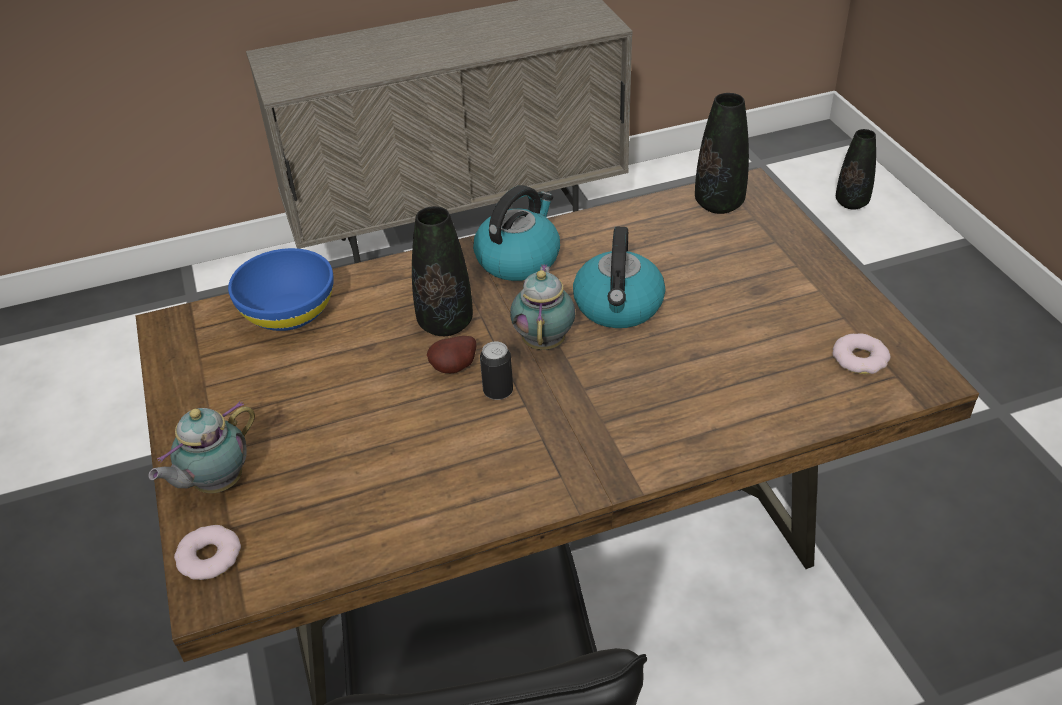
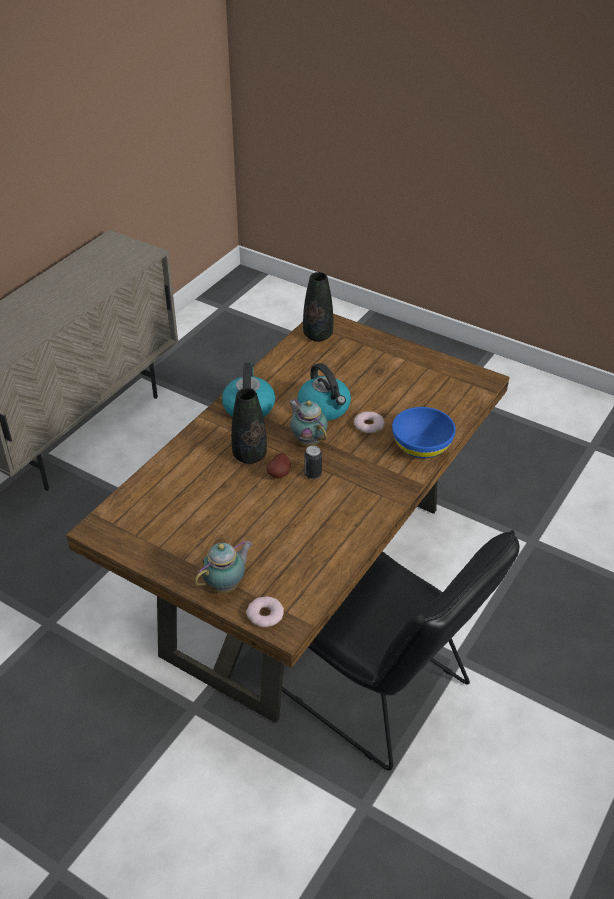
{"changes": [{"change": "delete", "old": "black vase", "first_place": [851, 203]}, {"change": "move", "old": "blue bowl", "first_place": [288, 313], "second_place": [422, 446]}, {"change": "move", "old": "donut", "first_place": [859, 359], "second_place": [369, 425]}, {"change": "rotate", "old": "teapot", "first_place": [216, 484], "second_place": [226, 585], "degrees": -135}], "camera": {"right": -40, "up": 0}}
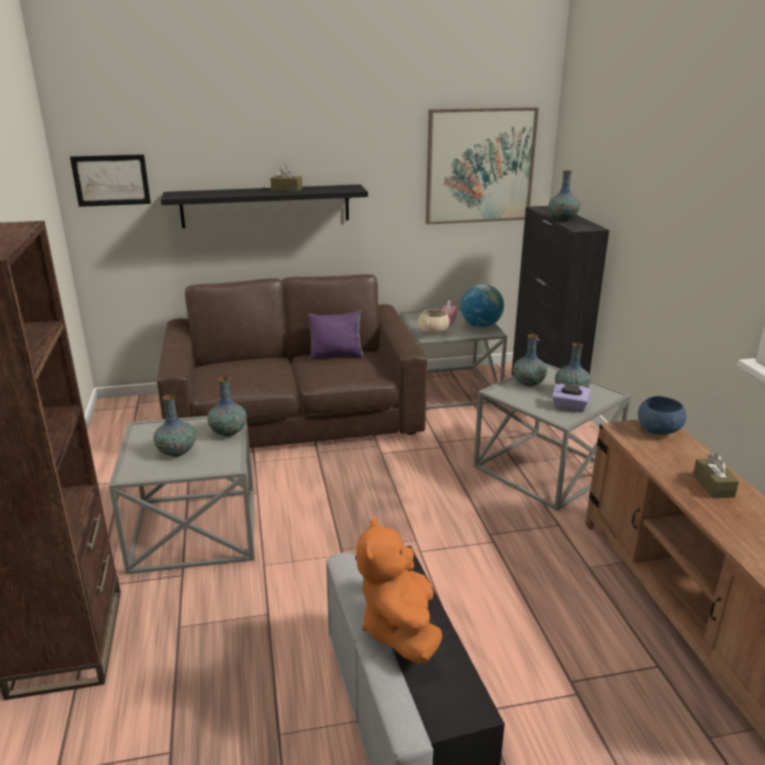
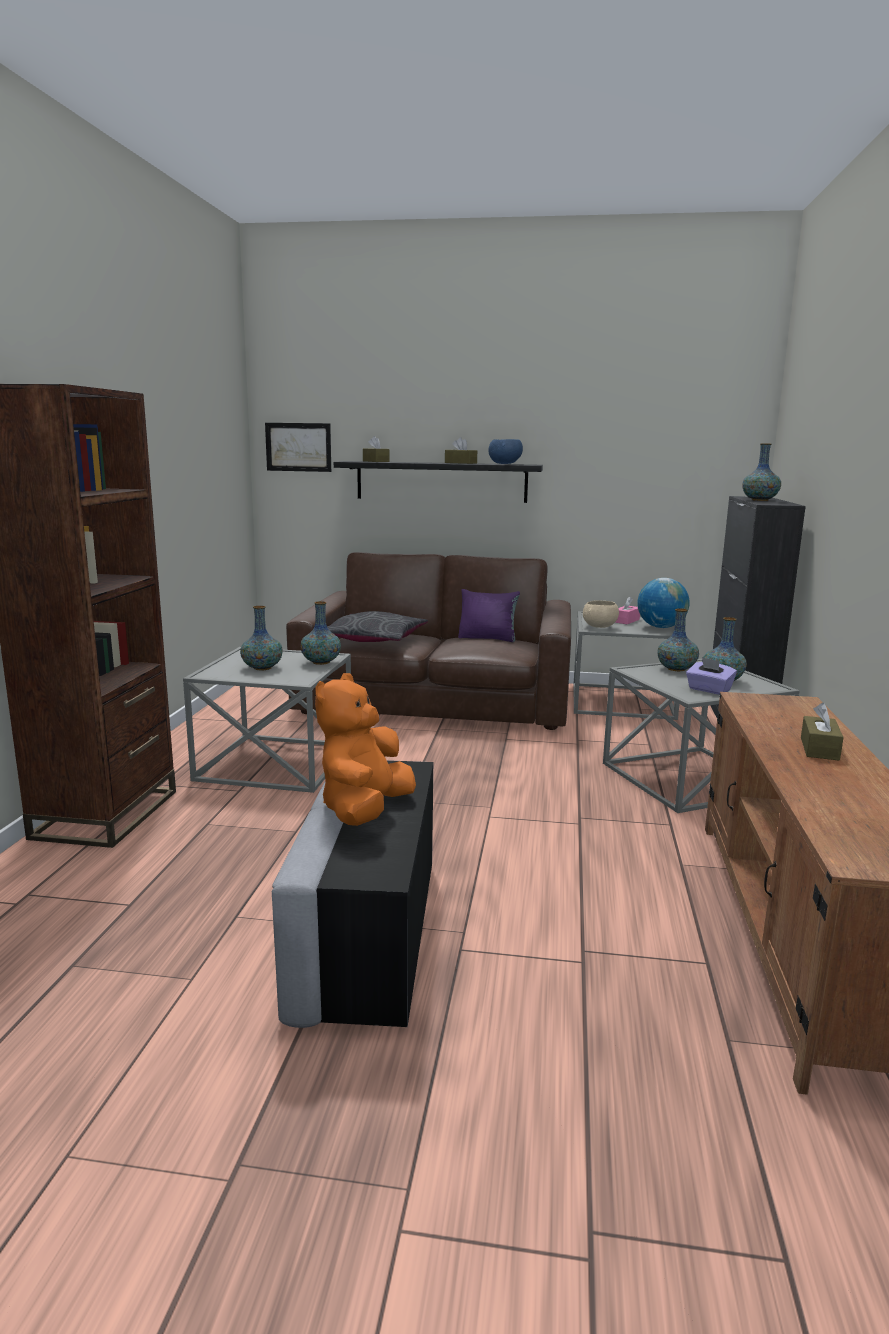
{"changes": [{"change": "delete", "old": "picture", "first_place": [480, 166]}, {"change": "move", "old": "blue bowl", "first_place": [659, 431], "second_place": [505, 464]}, {"change": "insert", "new": "brown tissue box", "second_place": [376, 461]}, {"change": "insert", "new": "grey pillow", "second_place": [373, 639]}], "camera": {"right": 20, "up": -10}}
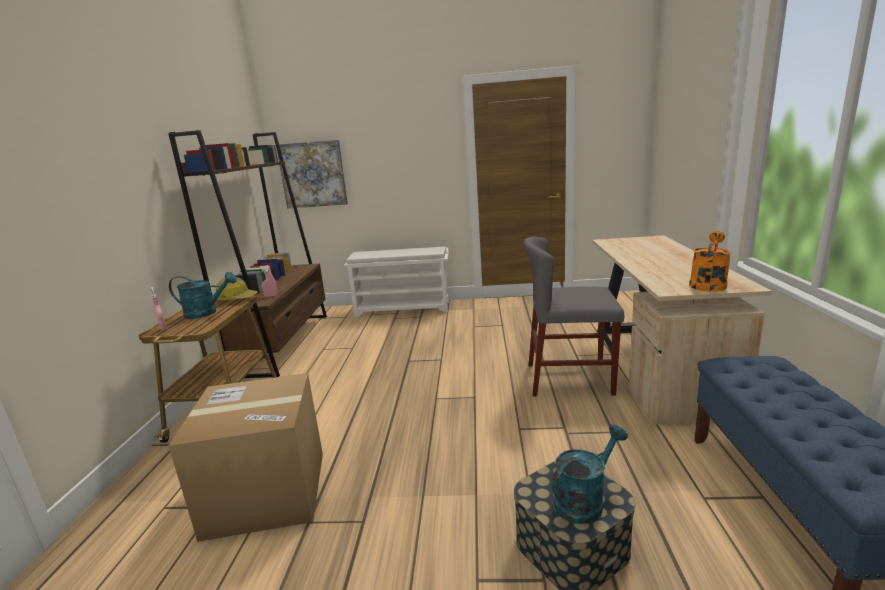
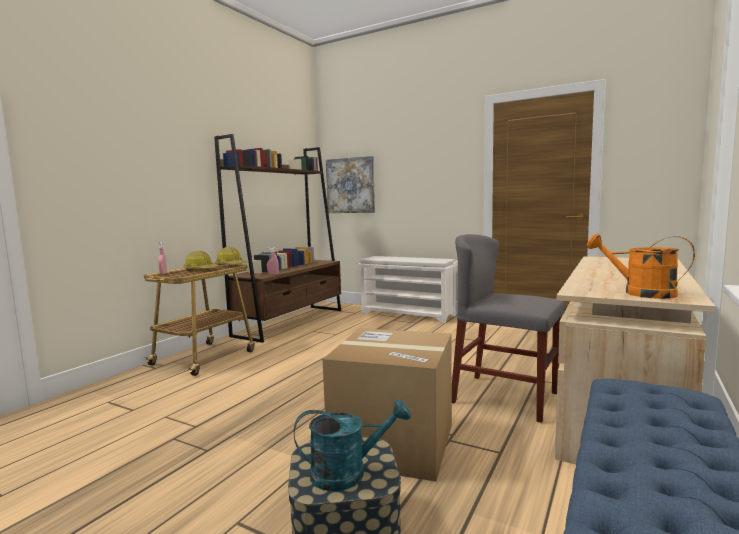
{"changes": [{"change": "rotate", "old": "orange watering can", "first_place": [708, 283], "second_place": [640, 293], "degrees": -105}, {"change": "replace", "old": "turquoise watering can", "new": "hard hat", "first_place": [206, 313], "second_place": [201, 270]}, {"change": "move", "old": "cardboard box", "first_place": [267, 492], "second_place": [394, 443]}], "camera": {"right": 25, "up": -10}}
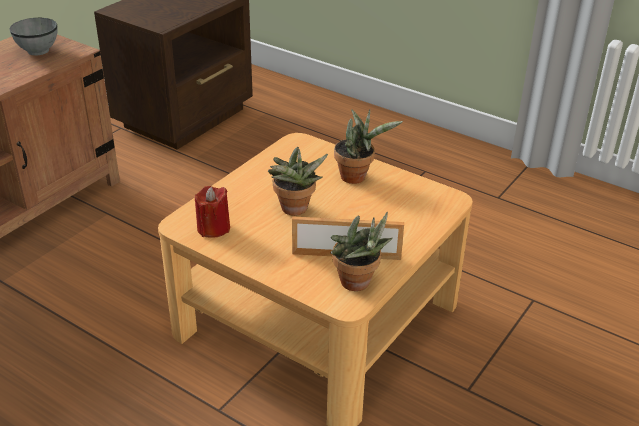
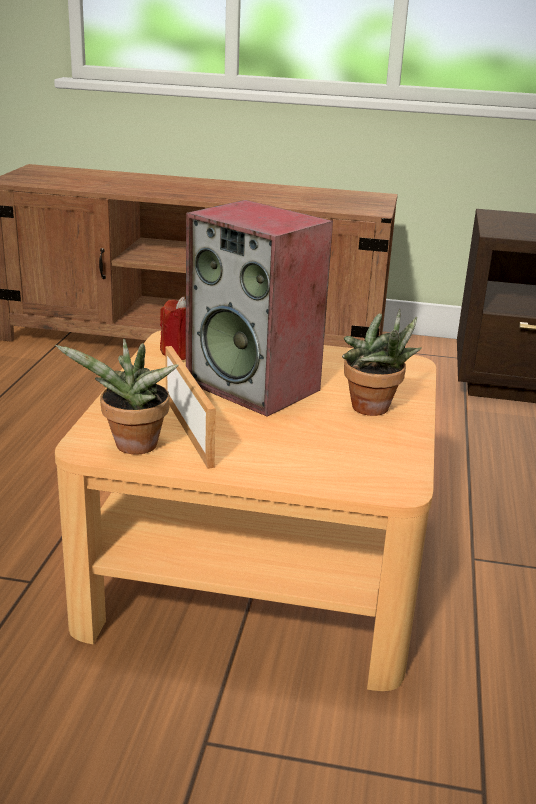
{"changes": [{"change": "delete", "old": "grey bowl", "first_place": [37, 51]}, {"change": "replace", "old": "potted plant", "new": "speaker", "first_place": [294, 211], "second_place": [255, 386]}], "camera": {"right": 65, "up": -10}}
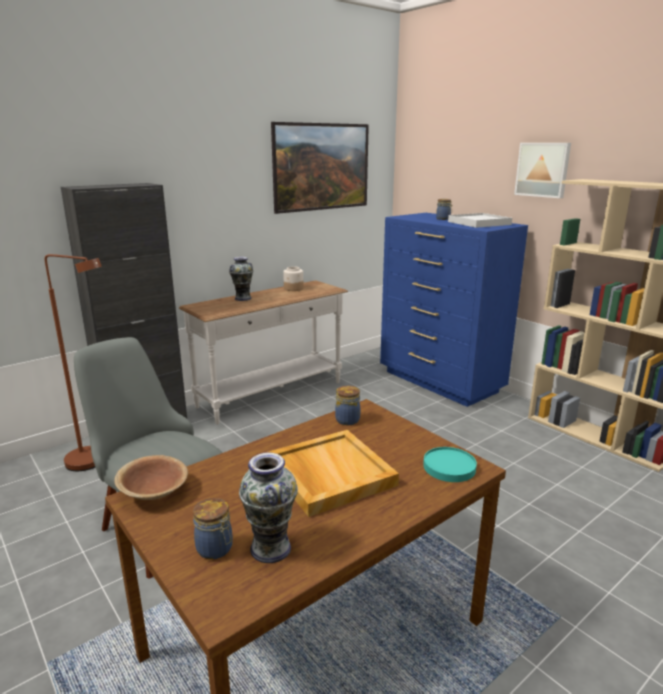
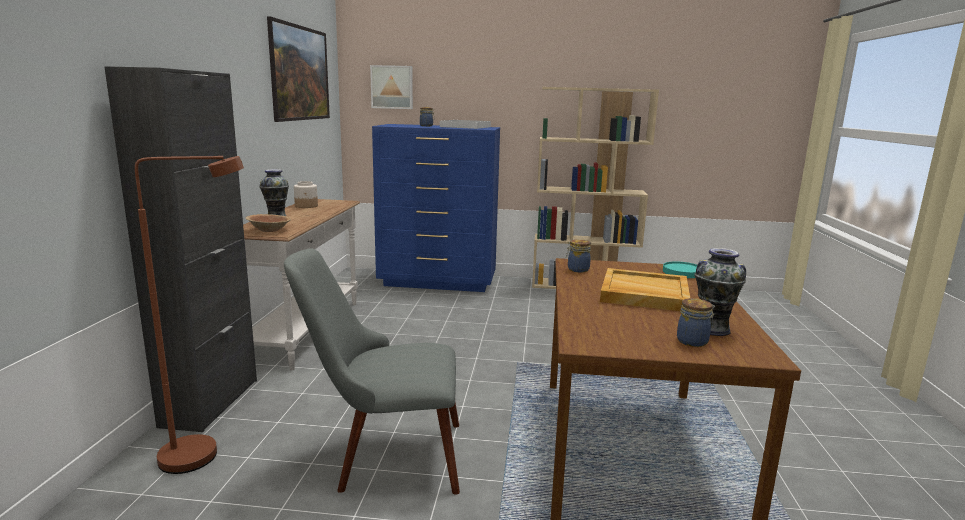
{"changes": [{"change": "move", "old": "picture", "first_place": [543, 169], "second_place": [392, 87]}, {"change": "move", "old": "brown bowl", "first_place": [154, 492], "second_place": [269, 230]}], "camera": {"right": -45, "up": -5}}
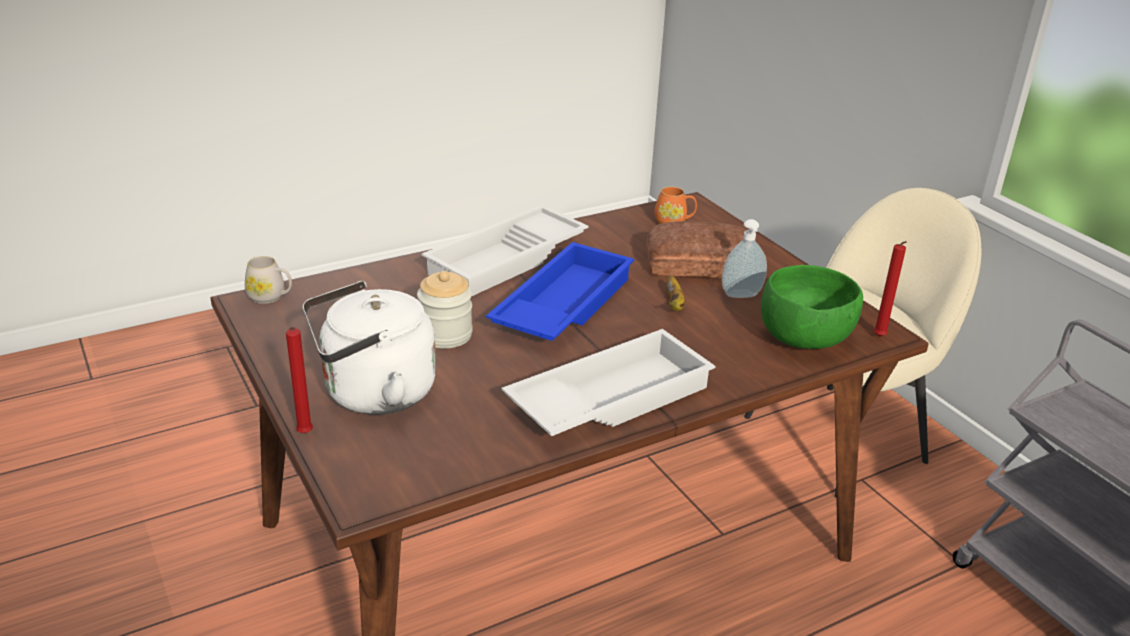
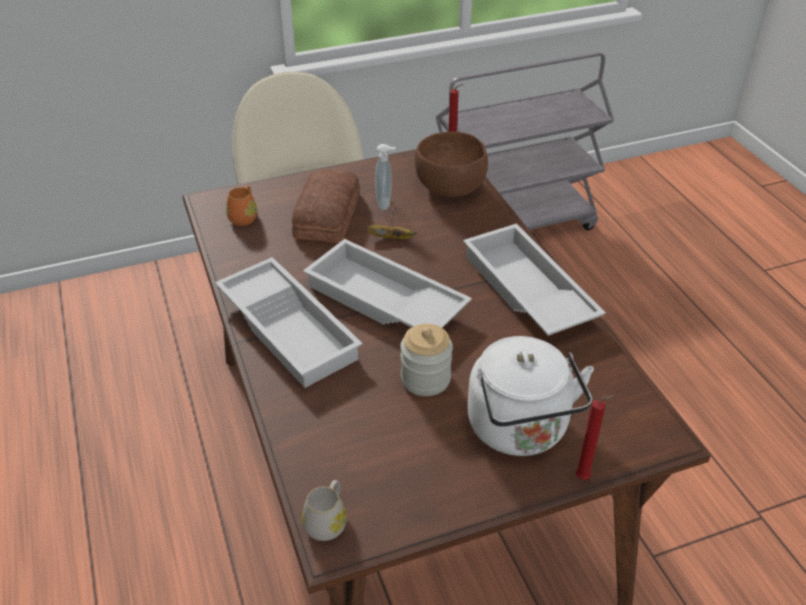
{"changes": [{"change": "recolor", "old": "blue tray", "new": "white tray", "first_place": [561, 305], "second_place": [383, 301]}, {"change": "recolor", "old": "green bowl", "new": "brown bowl", "first_place": [803, 338], "second_place": [450, 187]}], "camera": {"right": -80, "up": 10}}
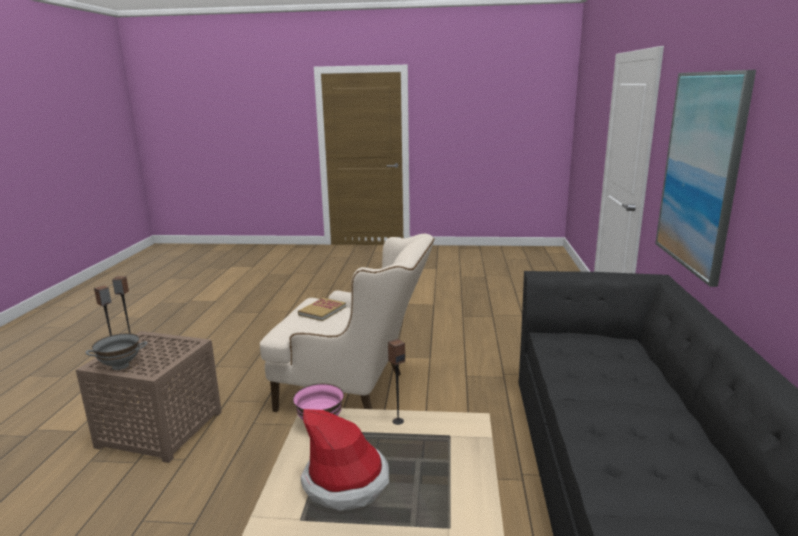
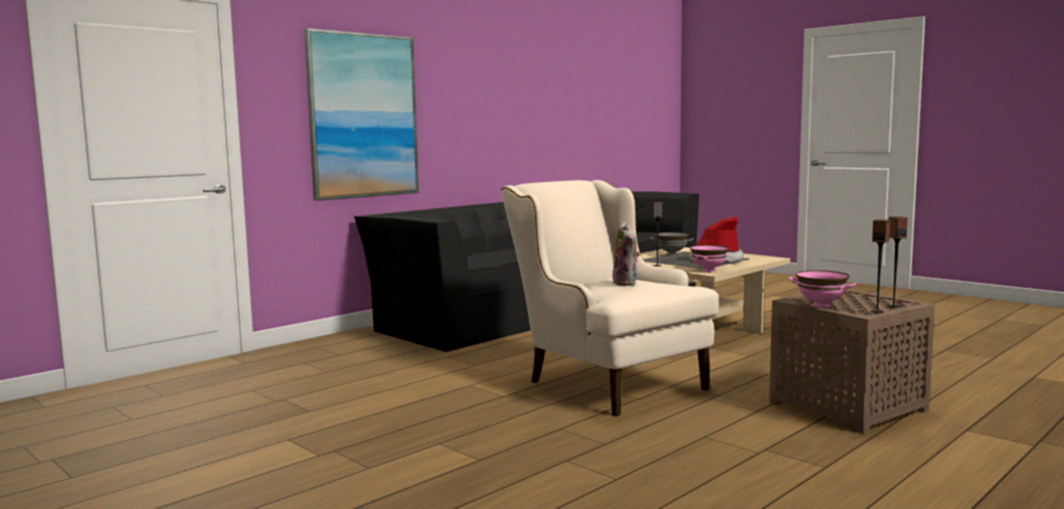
{"changes": [{"change": "replace", "old": "book", "new": "plush toy", "first_place": [322, 311], "second_place": [627, 283]}, {"change": "move", "old": "grey bowl", "first_place": [120, 366], "second_place": [671, 254]}, {"change": "insert", "new": "pink bowl", "second_place": [821, 305]}], "camera": {"right": -140, "up": -10}}
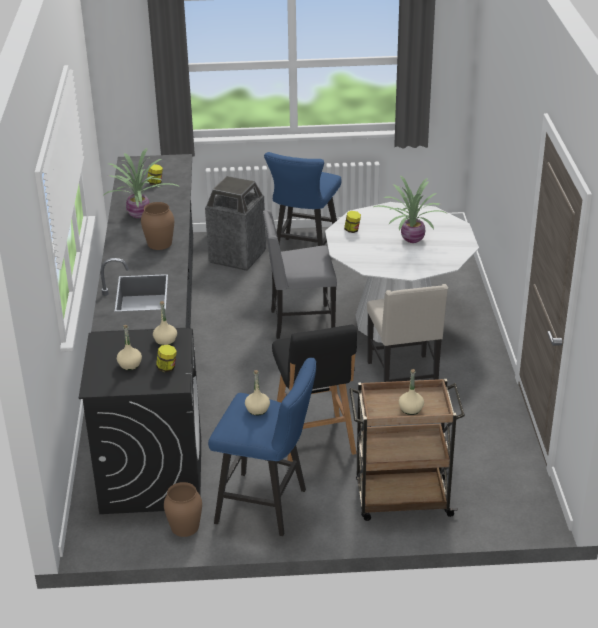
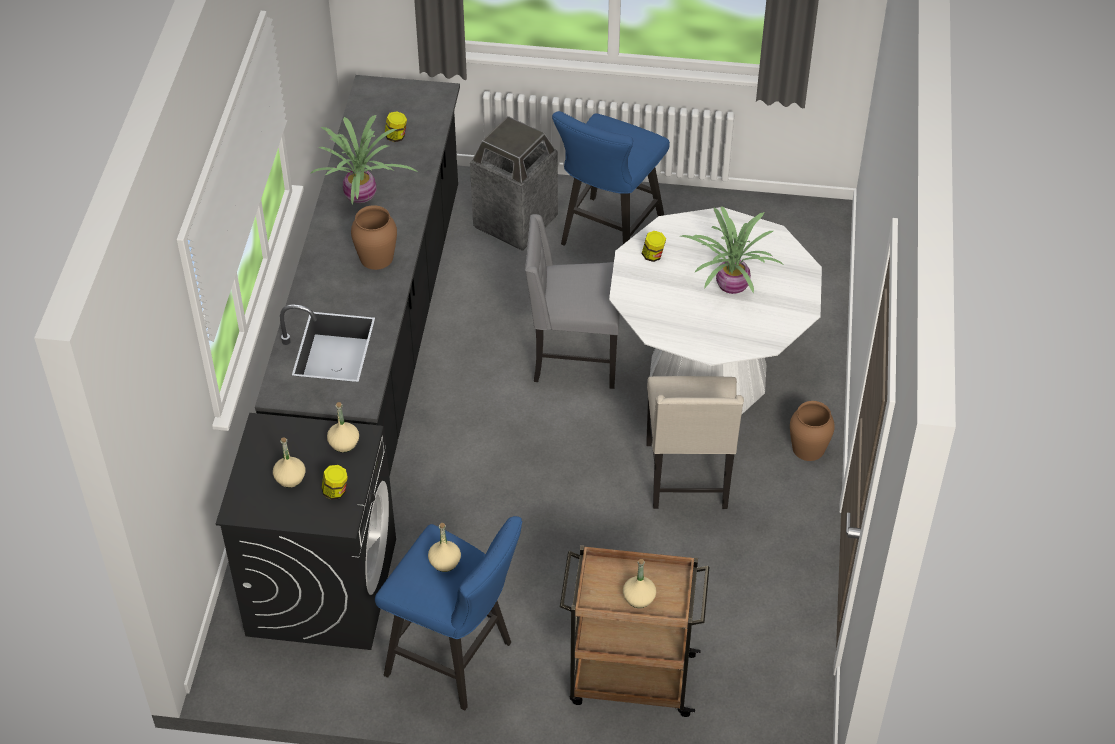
{"changes": [{"change": "delete", "old": "black stool", "first_place": [314, 442]}, {"change": "move", "old": "brown vase", "first_place": [184, 526], "second_place": [808, 448]}], "camera": {"right": 10, "up": 15}}
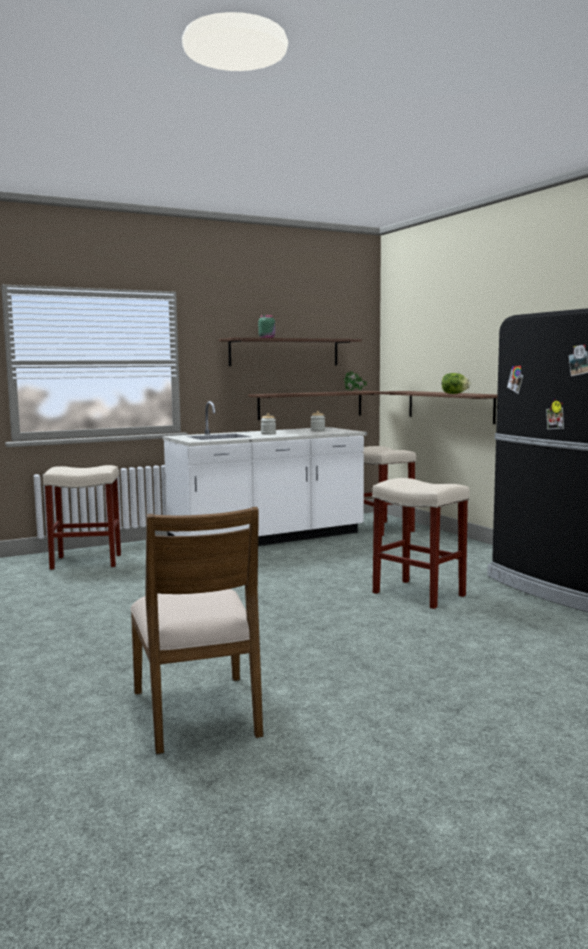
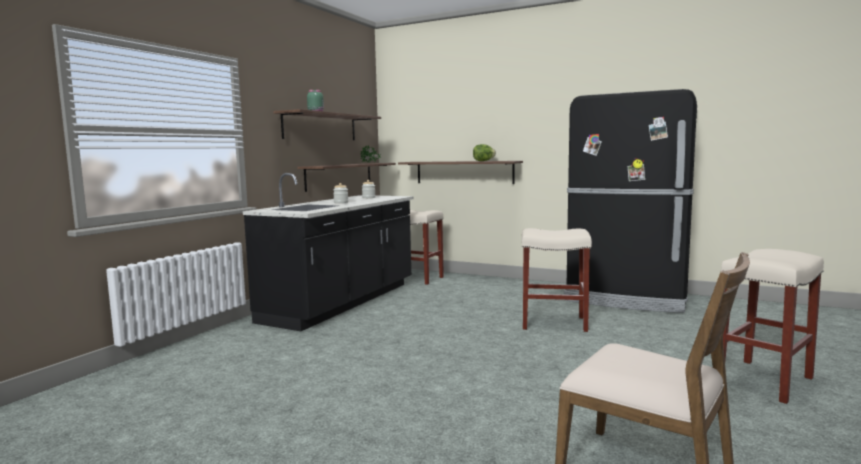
{"changes": [{"change": "recolor", "old": "white counter", "new": "black counter", "first_place": [268, 538], "second_place": [342, 302]}, {"change": "move", "old": "beige stool", "first_place": [85, 562], "second_place": [764, 381]}], "camera": {"right": -35, "up": 0}}
